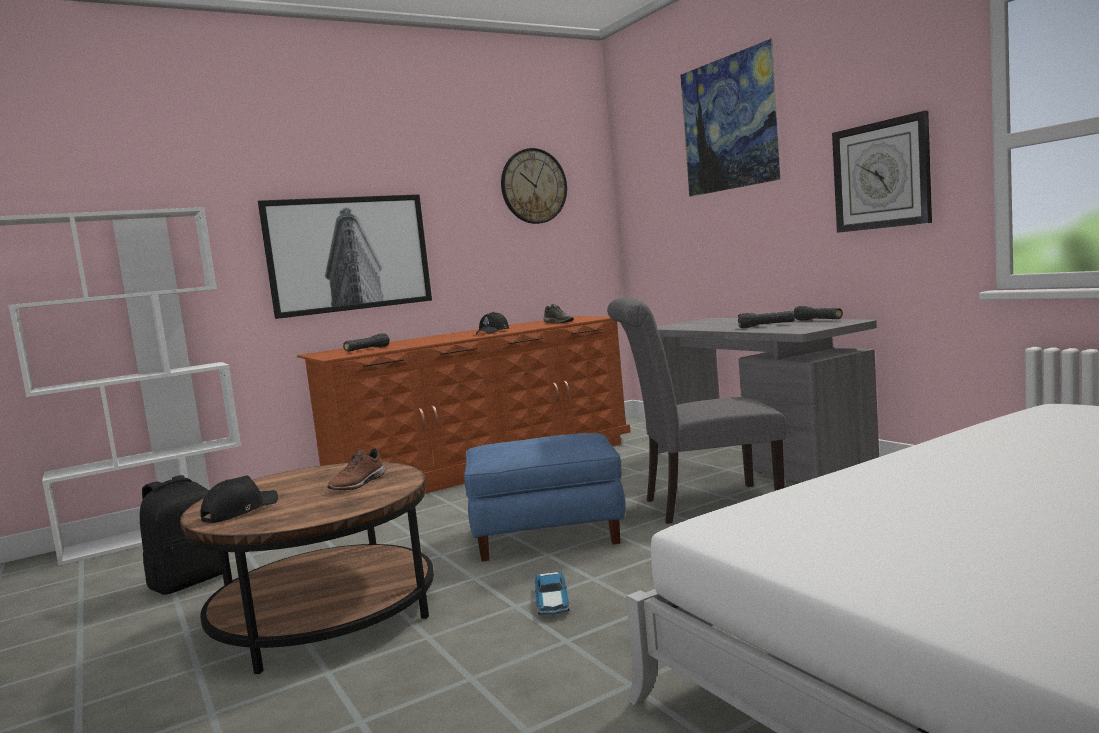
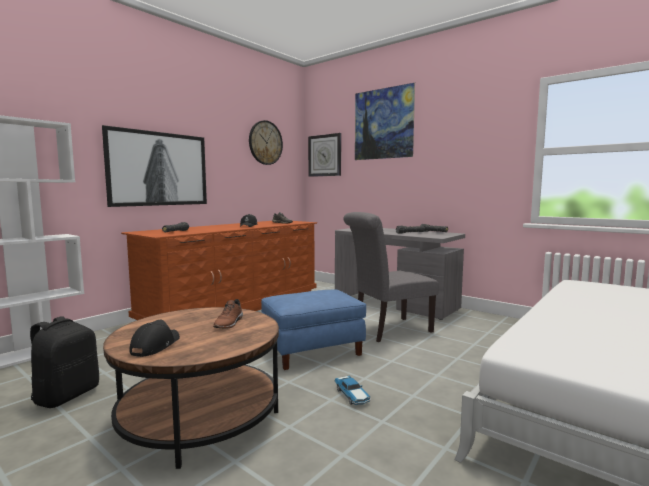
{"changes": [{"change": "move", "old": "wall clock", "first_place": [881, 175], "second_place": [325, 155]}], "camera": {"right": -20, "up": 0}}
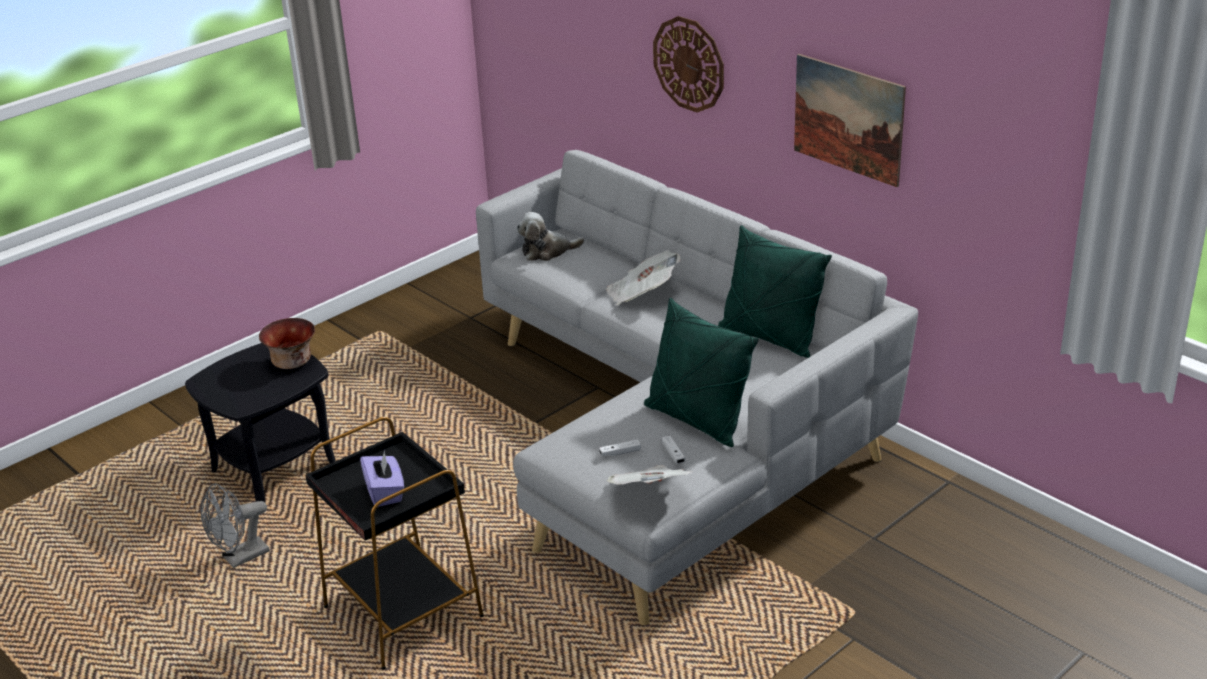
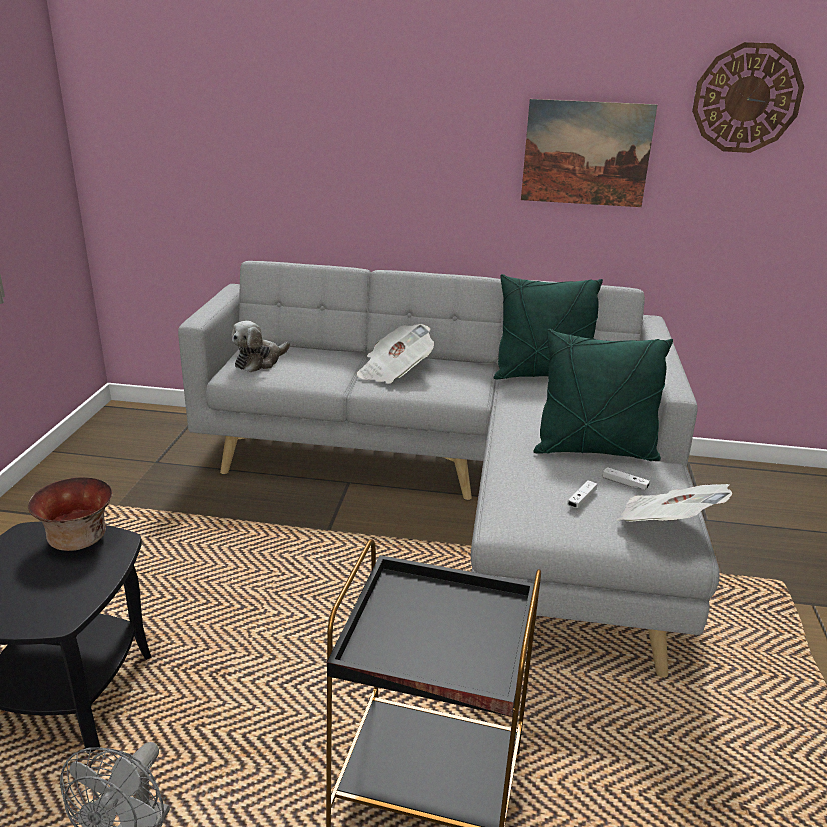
{"changes": [{"change": "move", "old": "wall clock", "first_place": [689, 64], "second_place": [746, 98]}, {"change": "delete", "old": "purple tissue box", "first_place": [385, 492]}], "camera": {"right": -40, "up": -5}}
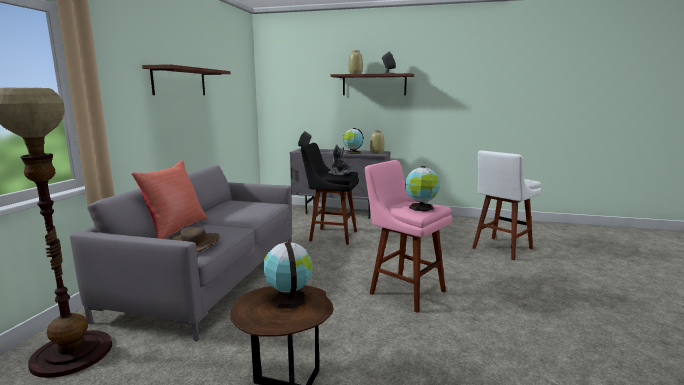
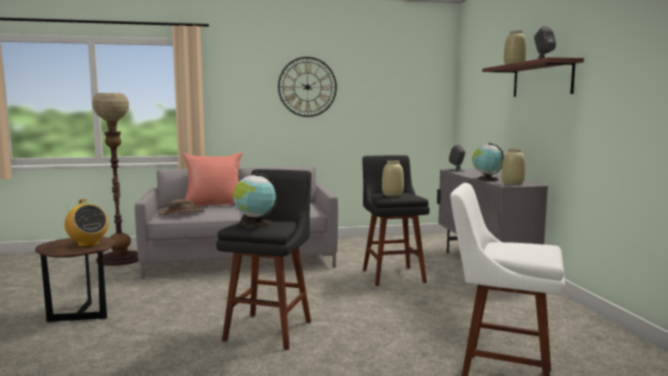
{"changes": [{"change": "replace", "old": "shelf", "new": "wall clock", "first_place": [179, 82], "second_place": [307, 87]}, {"change": "replace", "old": "plush toy", "new": "beige vase", "first_place": [339, 173], "second_place": [392, 195]}, {"change": "recolor", "old": "pink stool", "new": "black stool", "first_place": [404, 291], "second_place": [270, 328]}, {"change": "replace", "old": "globe", "new": "radio", "first_place": [288, 298], "second_place": [88, 244]}], "camera": {"right": 65, "up": -5}}
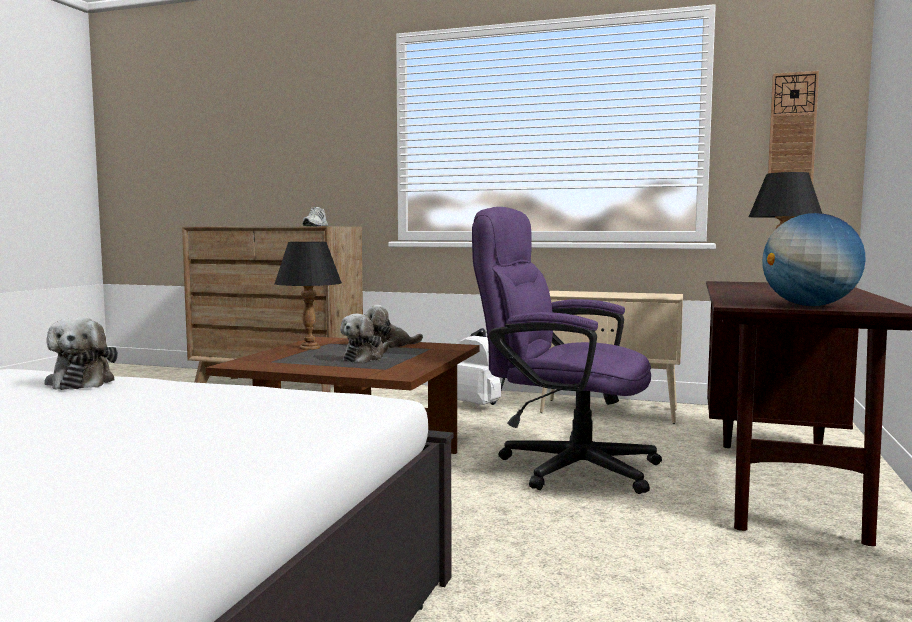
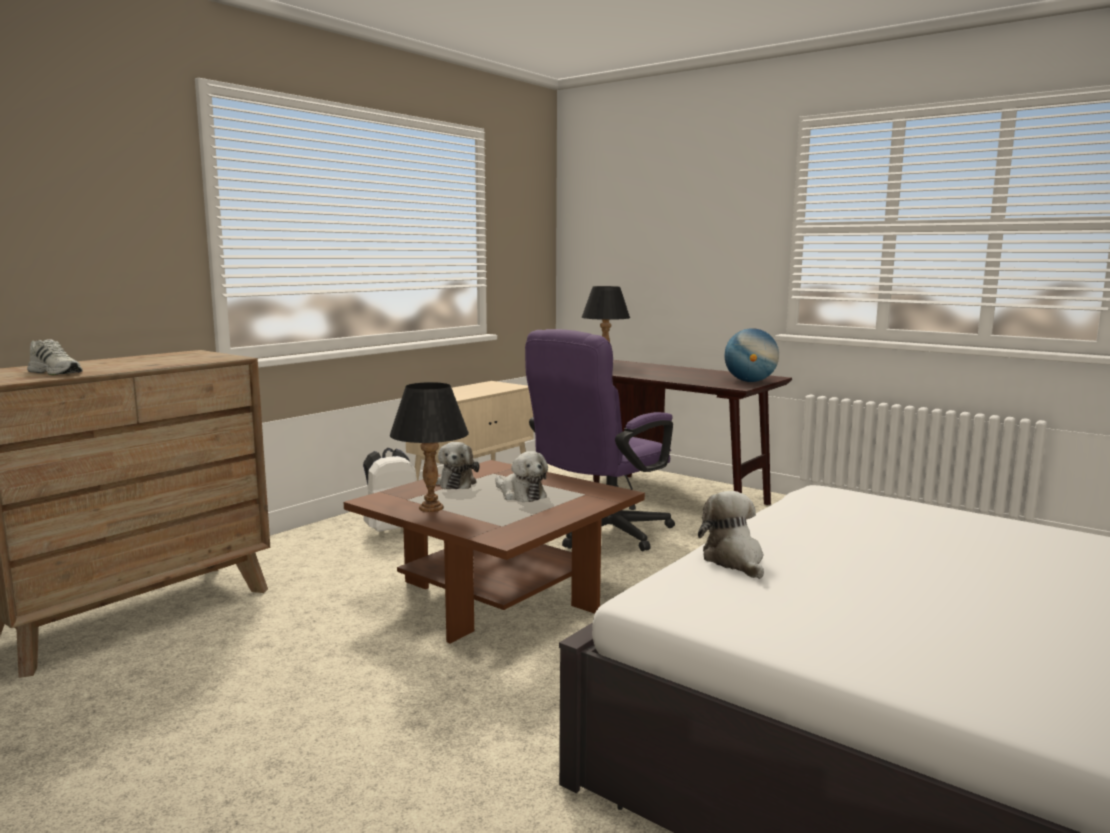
{"changes": [{"change": "delete", "old": "wall clock", "first_place": [792, 130]}, {"change": "move", "old": "white shoe", "first_place": [316, 226], "second_place": [56, 372]}, {"change": "rotate", "old": "plush toy", "first_place": [82, 382], "second_place": [734, 560], "degrees": -105}], "camera": {"right": -70, "up": 5}}
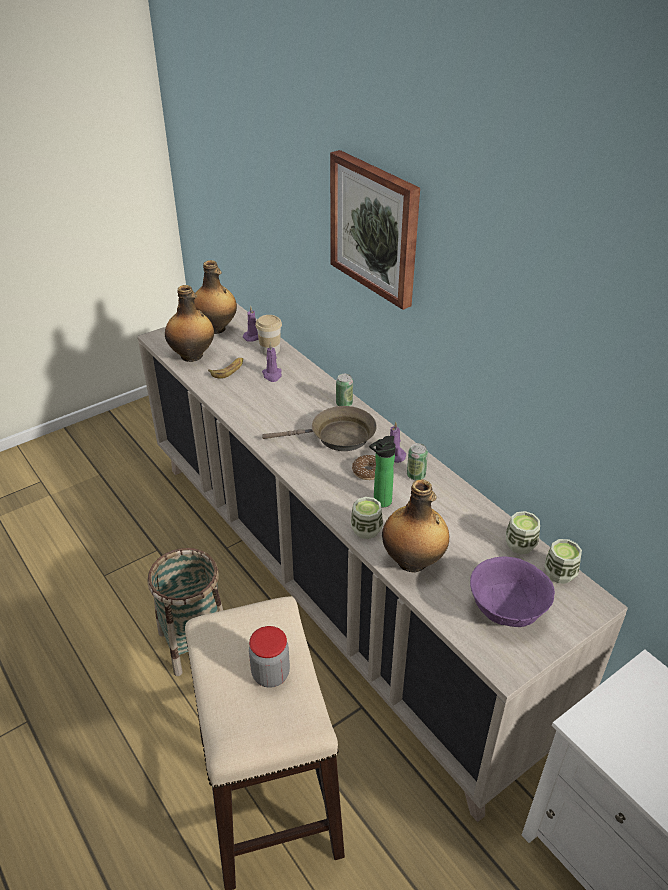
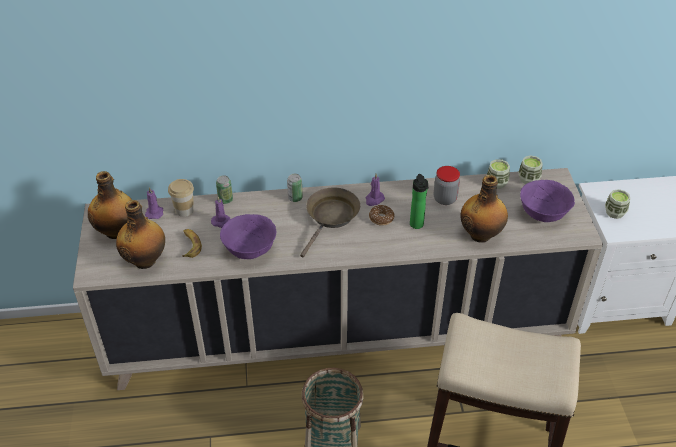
{"changes": [{"change": "delete", "old": "picture", "first_place": [375, 228]}, {"change": "move", "old": "can", "first_place": [416, 475], "second_place": [225, 200]}, {"change": "move", "old": "cup", "first_place": [366, 530], "second_place": [614, 212]}, {"change": "move", "old": "jar", "first_place": [270, 674], "second_place": [445, 199]}, {"change": "insert", "new": "purple bowl", "second_place": [250, 249]}], "camera": {"right": -60, "up": 5}}
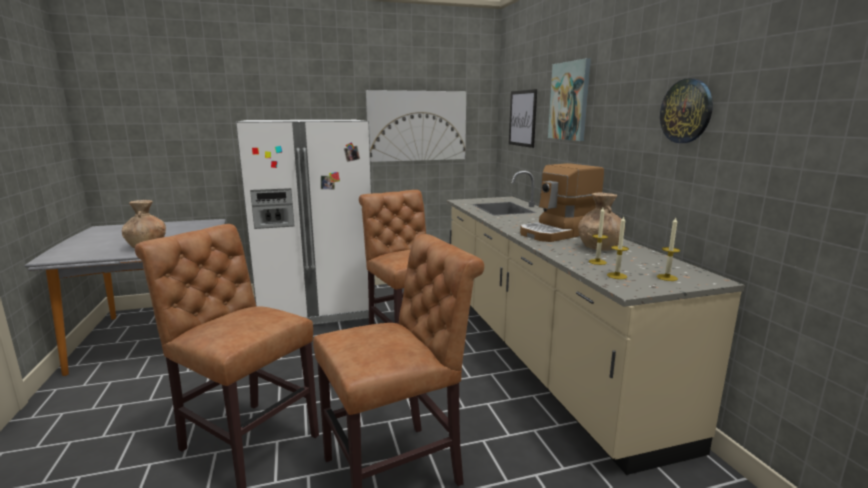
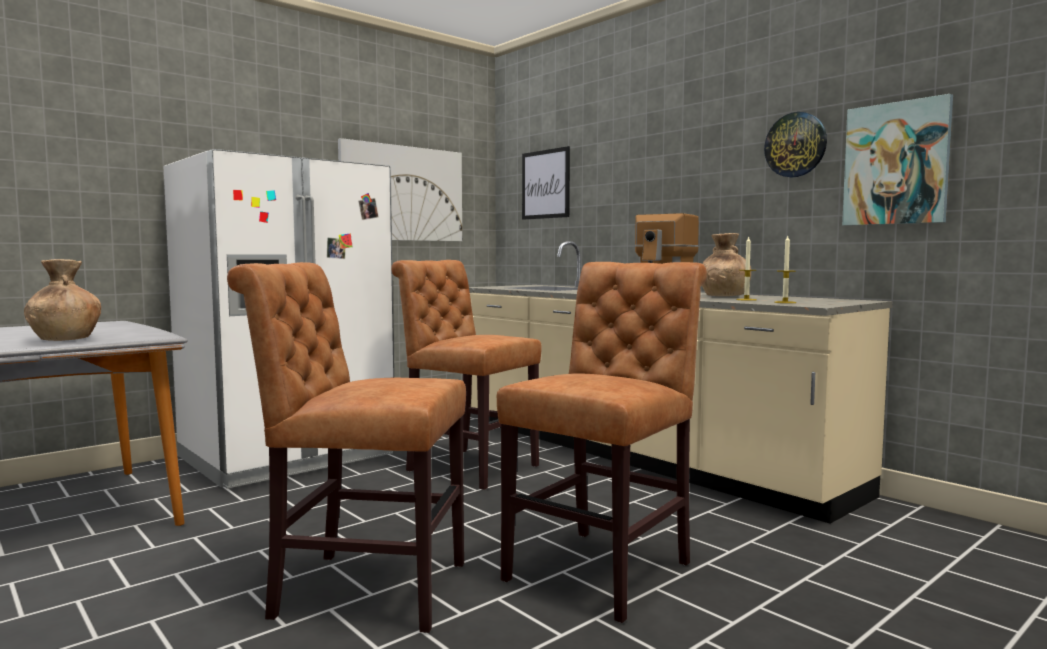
{"changes": [{"change": "move", "old": "picture", "first_place": [570, 101], "second_place": [896, 164]}, {"change": "delete", "old": "candle", "first_place": [667, 277]}], "camera": {"right": -25, "up": -10}}
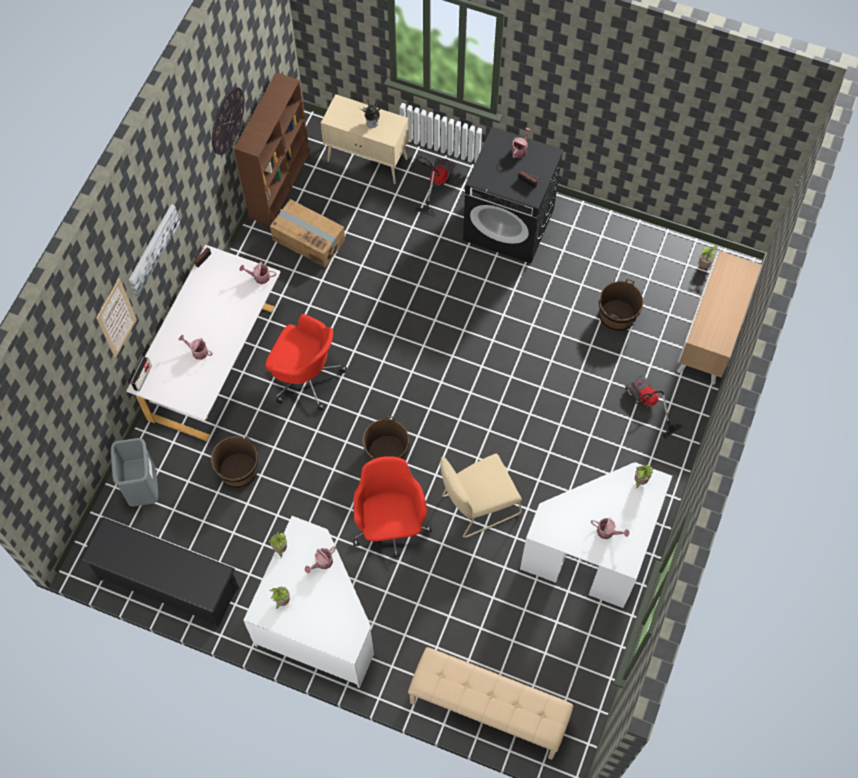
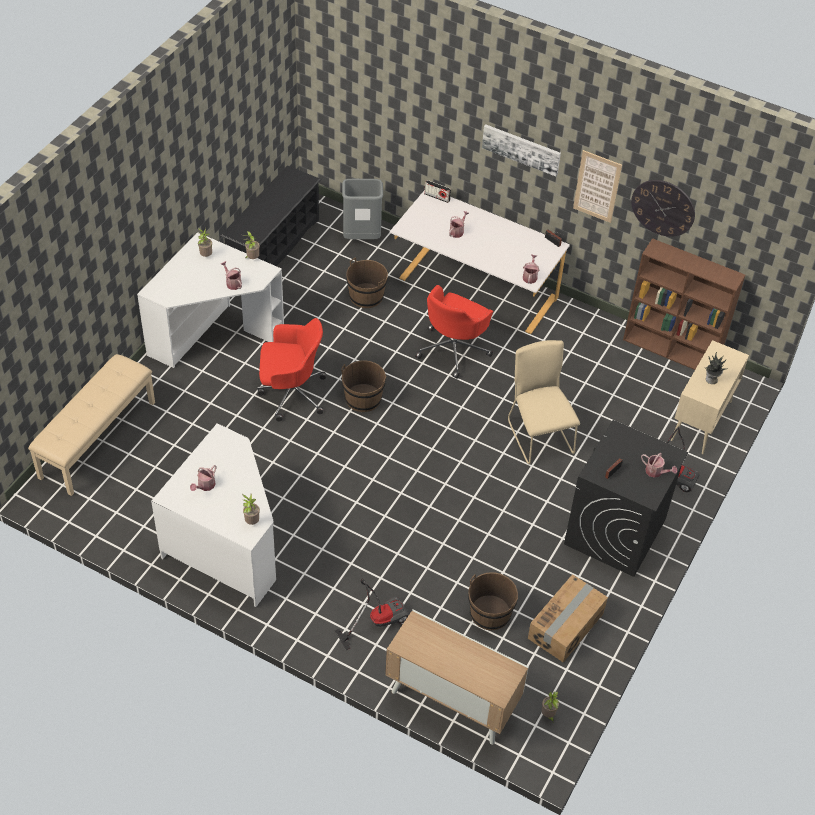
{"changes": [{"change": "move", "old": "cardboard box", "first_place": [309, 239], "second_place": [566, 626]}, {"change": "move", "old": "picture", "first_place": [116, 318], "second_place": [597, 186]}, {"change": "move", "old": "beige chair", "first_place": [477, 506], "second_place": [538, 434]}], "camera": {"right": 95, "up": -15}}
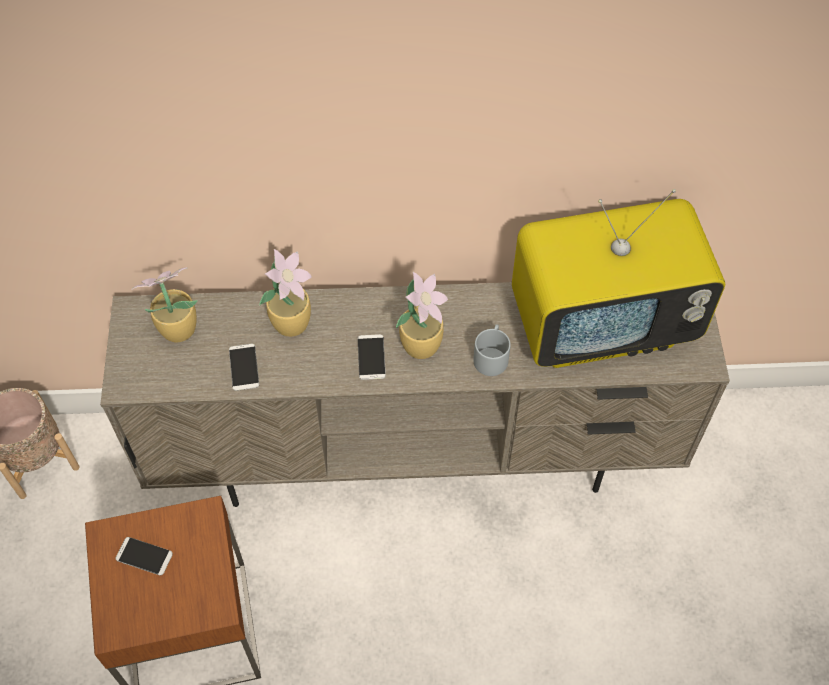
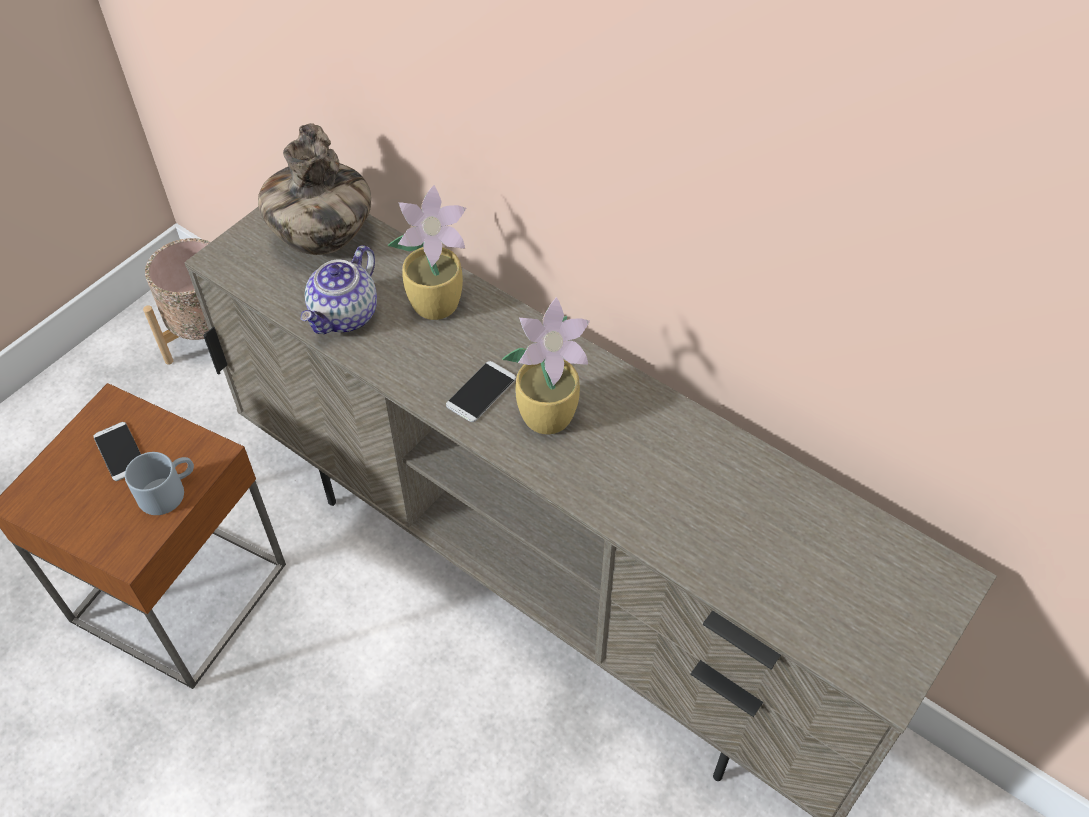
{"changes": [{"change": "delete", "old": "television", "first_place": [603, 323]}, {"change": "replace", "old": "potted plant", "new": "vase", "first_place": [176, 329], "second_place": [322, 239]}, {"change": "move", "old": "grey mug", "first_place": [491, 355], "second_place": [168, 490]}, {"change": "replace", "old": "phone", "new": "teapot", "first_place": [244, 367], "second_place": [345, 316]}], "camera": {"right": 40, "up": -5}}
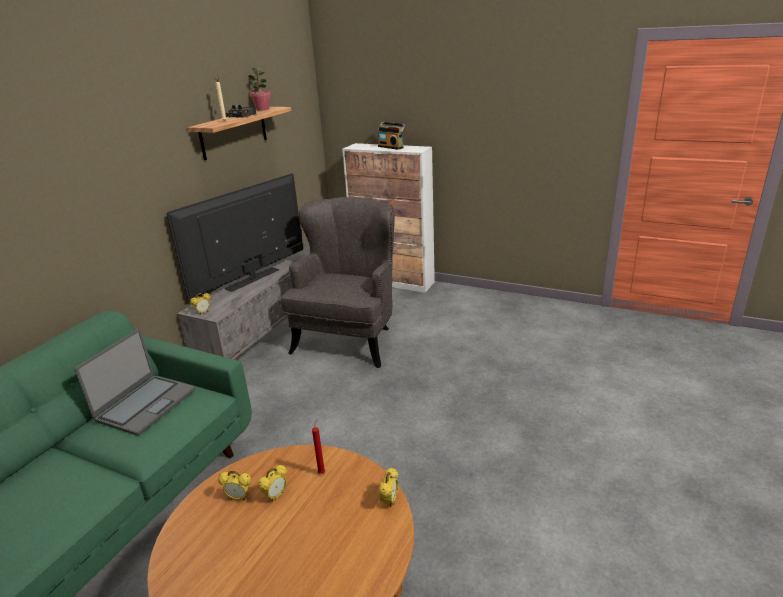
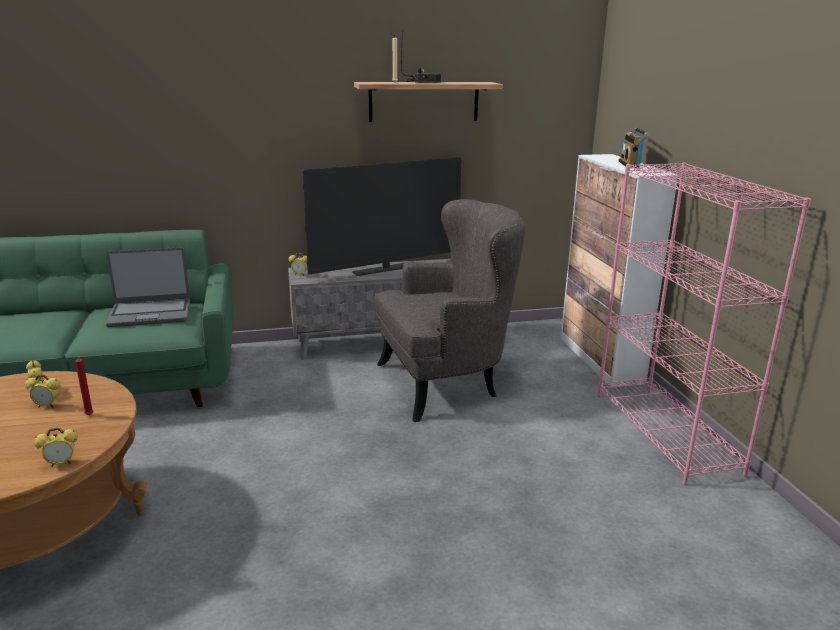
{"changes": [{"change": "delete", "old": "potted plant", "first_place": [262, 109]}, {"change": "rotate", "old": "television", "first_place": [252, 279], "second_place": [386, 269], "degrees": 150}, {"change": "insert", "new": "pink bookcase", "second_place": [666, 432]}], "camera": {"right": 50, "up": -5}}
